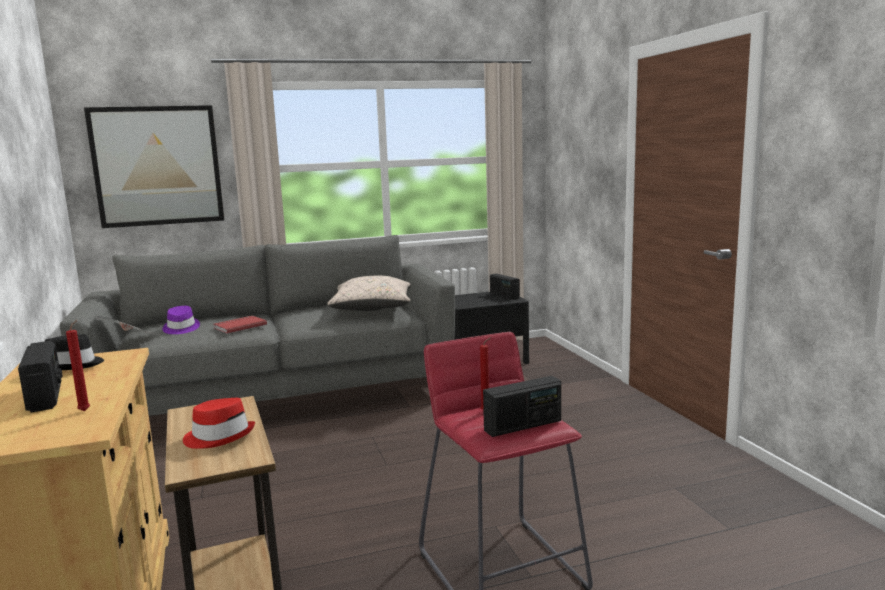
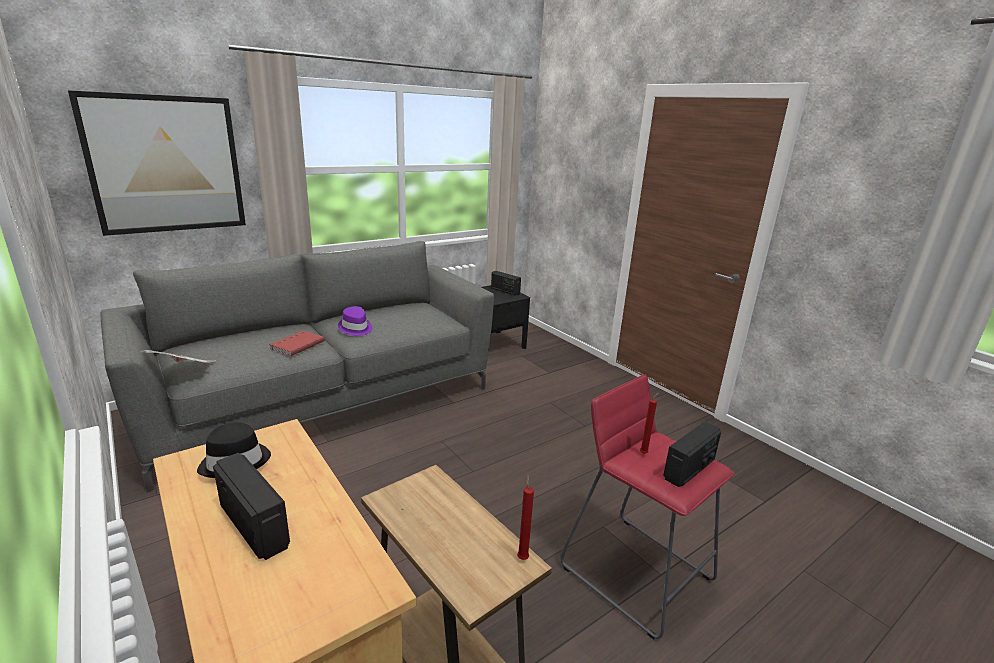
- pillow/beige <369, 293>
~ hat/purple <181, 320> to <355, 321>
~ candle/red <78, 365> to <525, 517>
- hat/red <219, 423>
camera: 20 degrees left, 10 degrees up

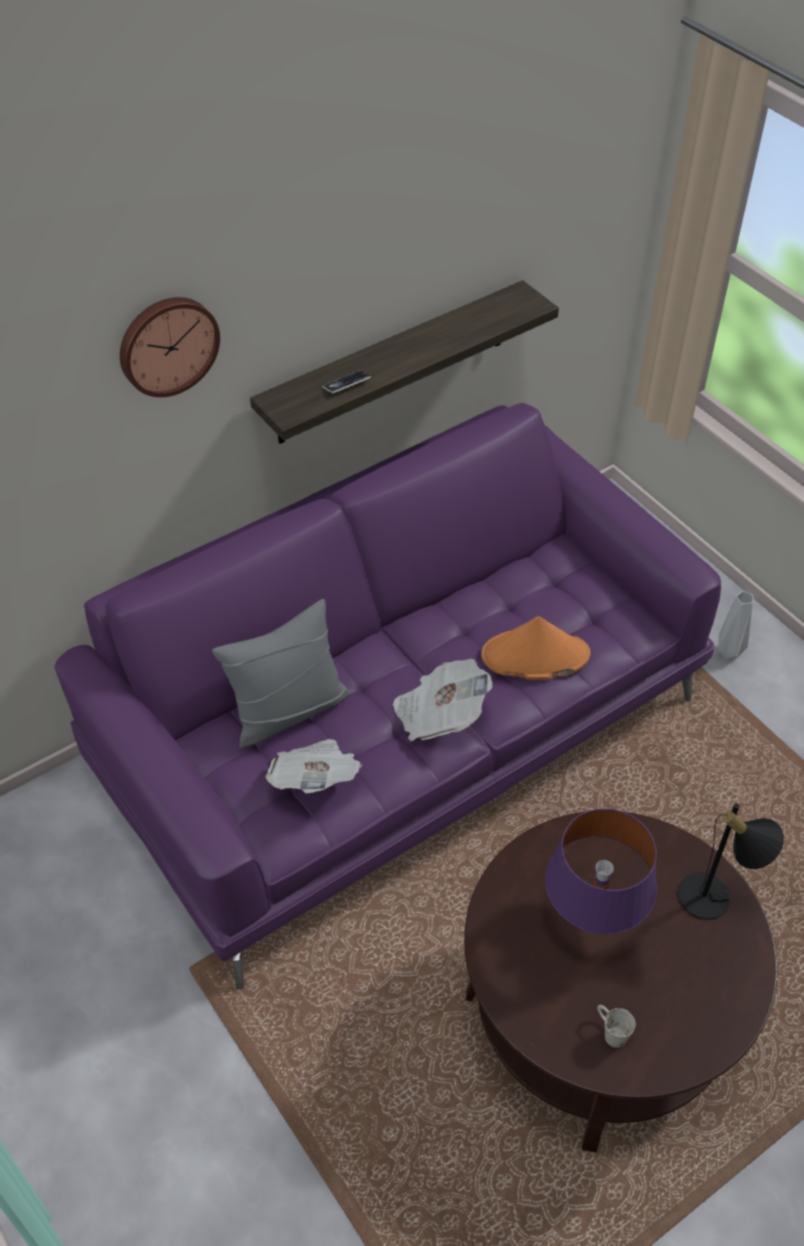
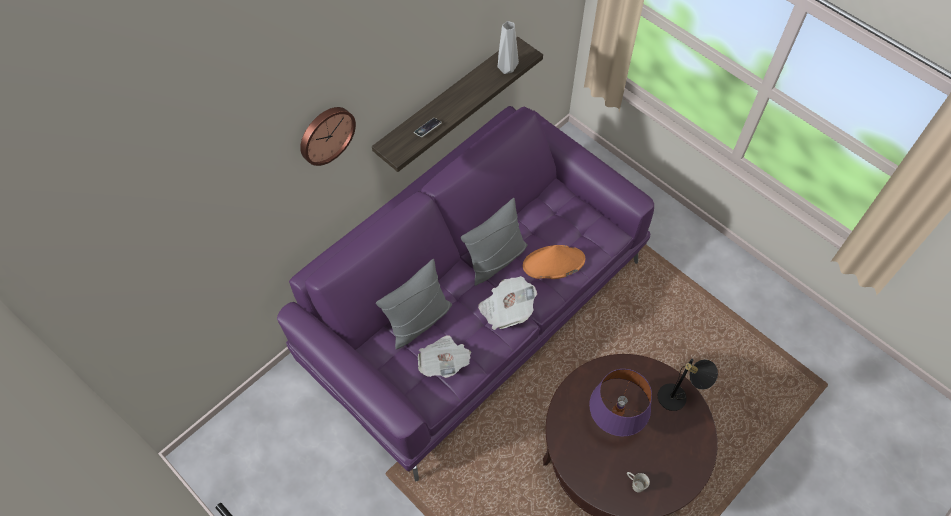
~ vase/grey <735, 625> to <508, 47>
+ pillow/grey <494, 242>
camera: 10 degrees left, 10 degrees up

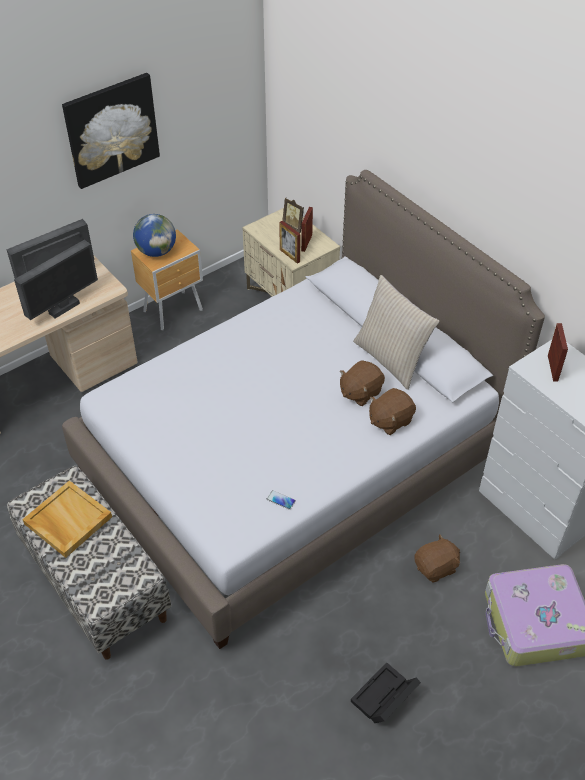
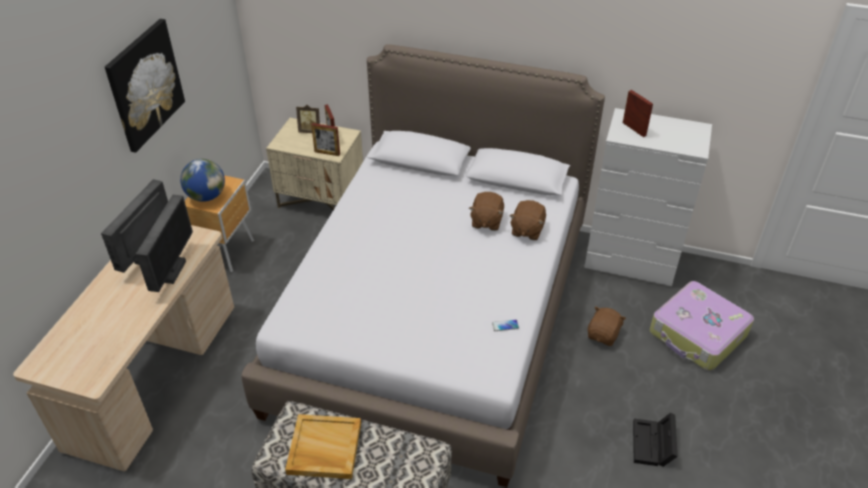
- pillow/beige <396, 332>
camera: 35 degrees left, 5 degrees down

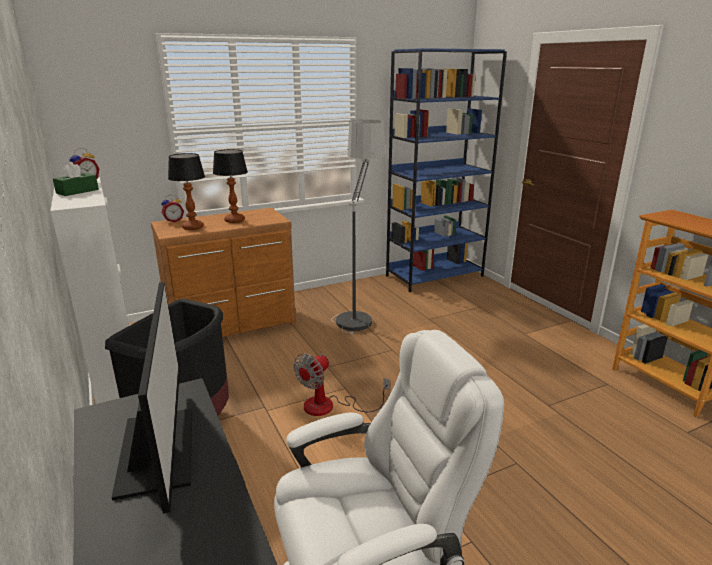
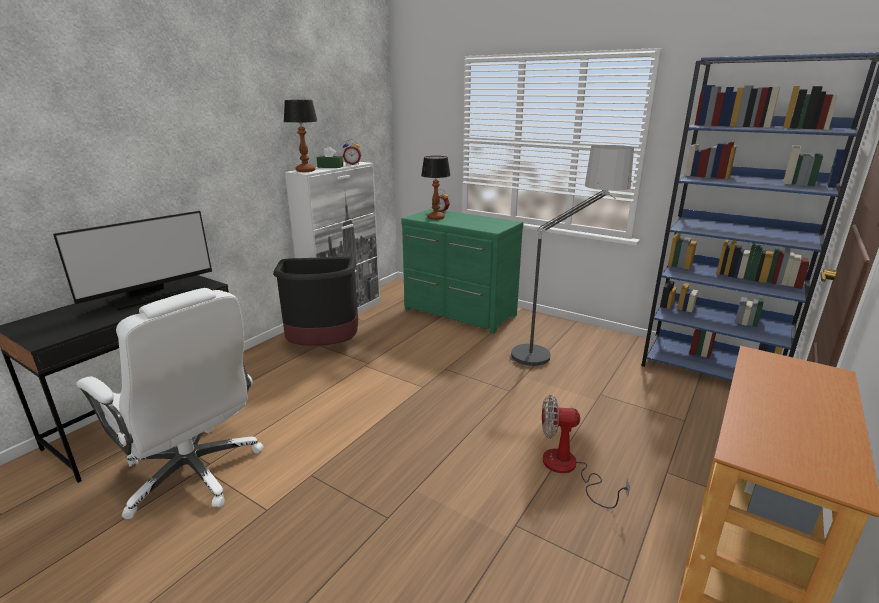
~ table lamp <230, 186> to <300, 136>
~ dresser/brown <223, 272> to dresser/green <462, 271>
~ fan <342, 385> to <586, 452>
camera: 60 degrees right, 0 degrees up

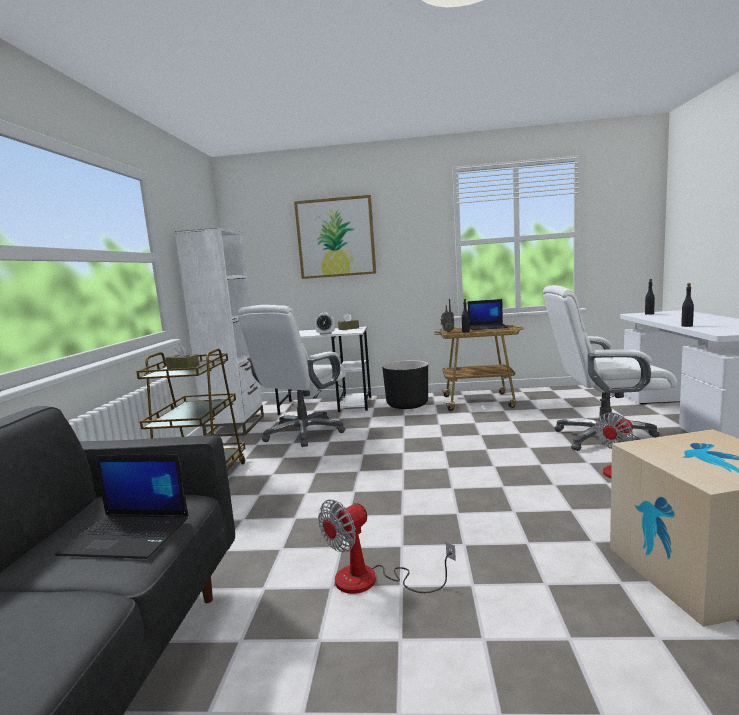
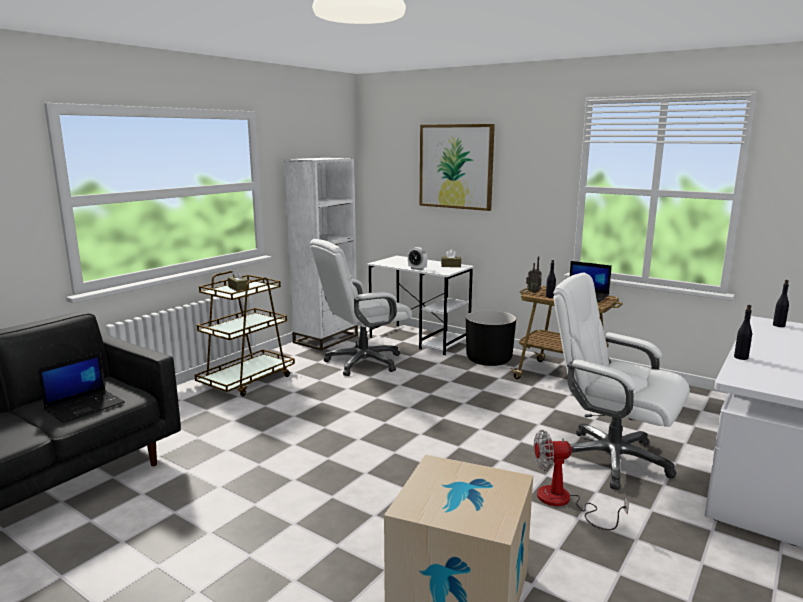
~ laptop <122, 506> = <81, 387> 90 degrees counterclockwise
- fan <387, 546>
camera: 30 degrees right, 5 degrees up

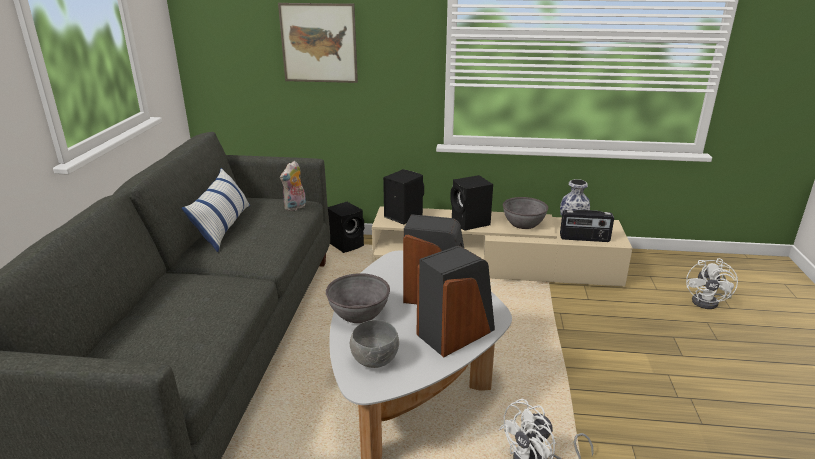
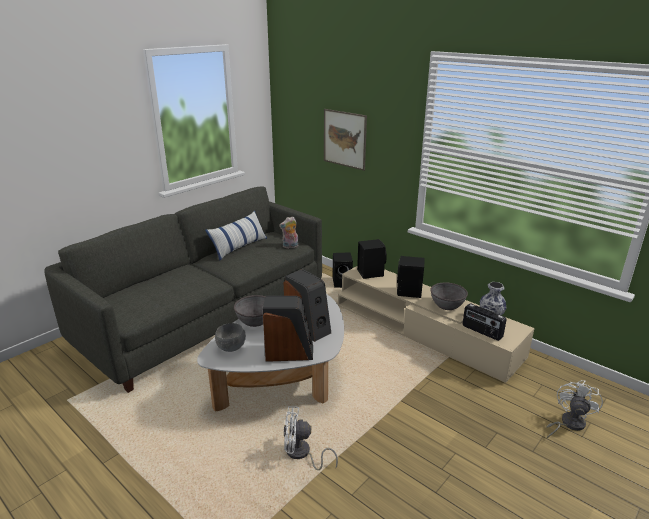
~ fan/white <712, 283> = <574, 409> 150 degrees clockwise
camera: 35 degrees right, 0 degrees up

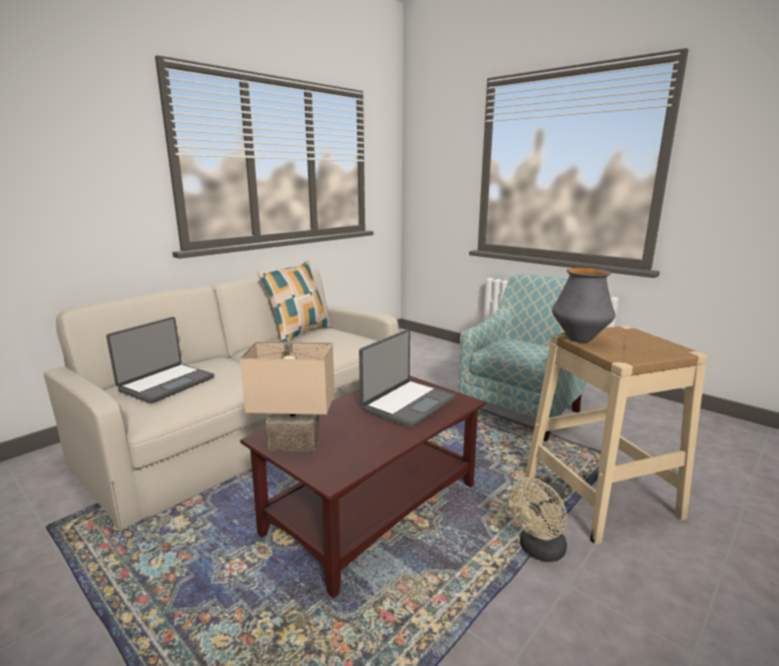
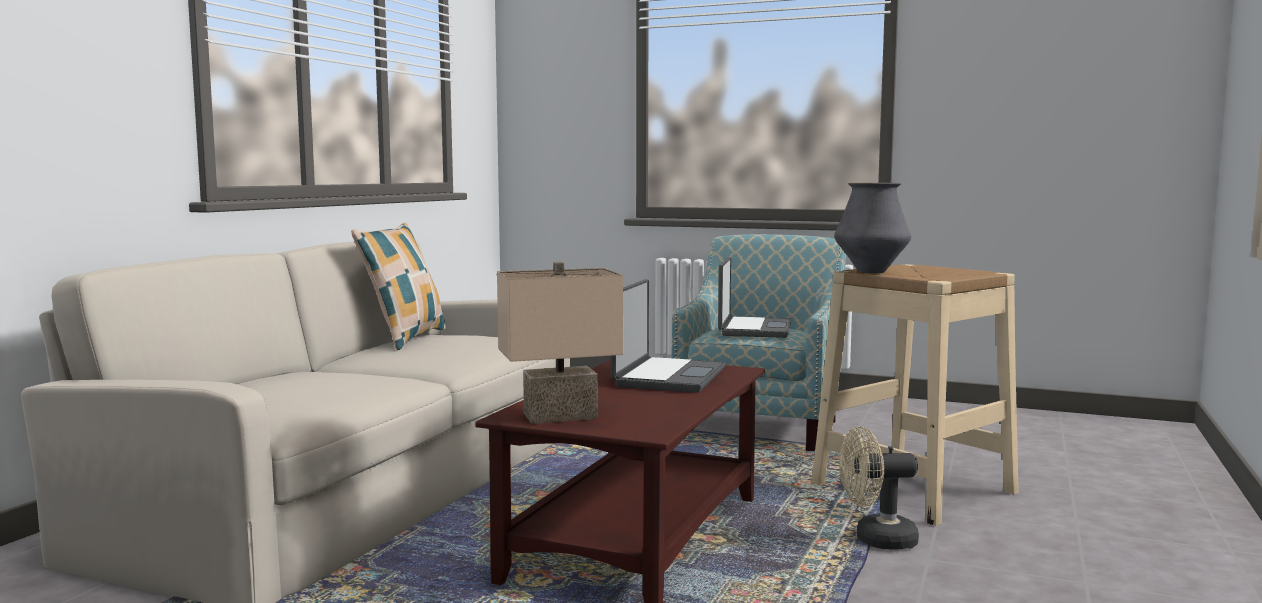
~ laptop <160, 360> to <754, 297>
~ fan/beige <538, 520> = <879, 487> 60 degrees clockwise
camera: 20 degrees left, 10 degrees down

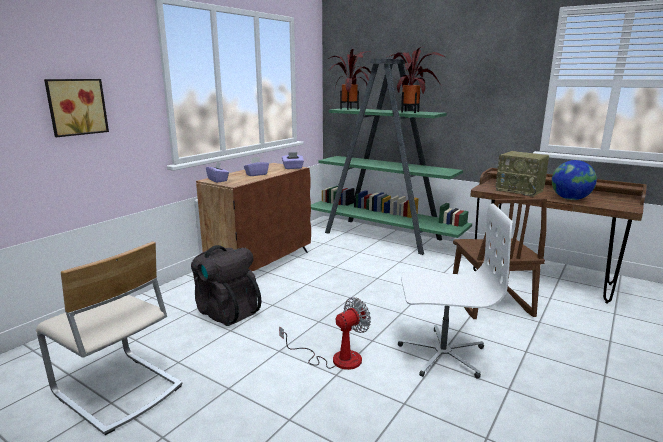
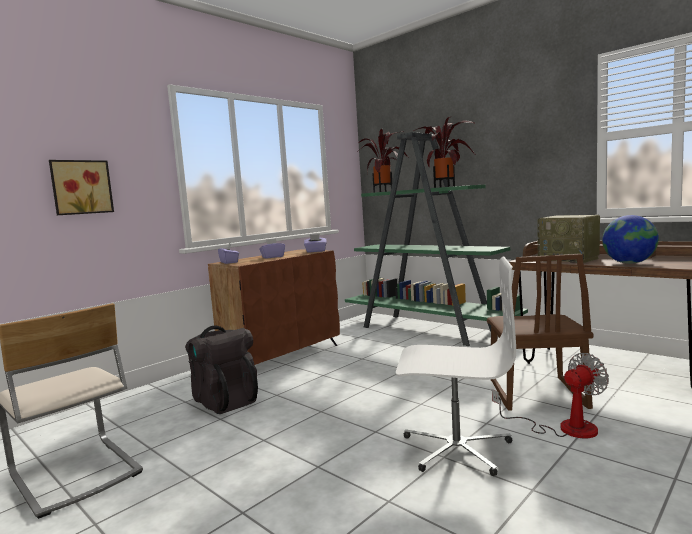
~ fan <325, 333> to <550, 395>
camera: 10 degrees right, 10 degrees down

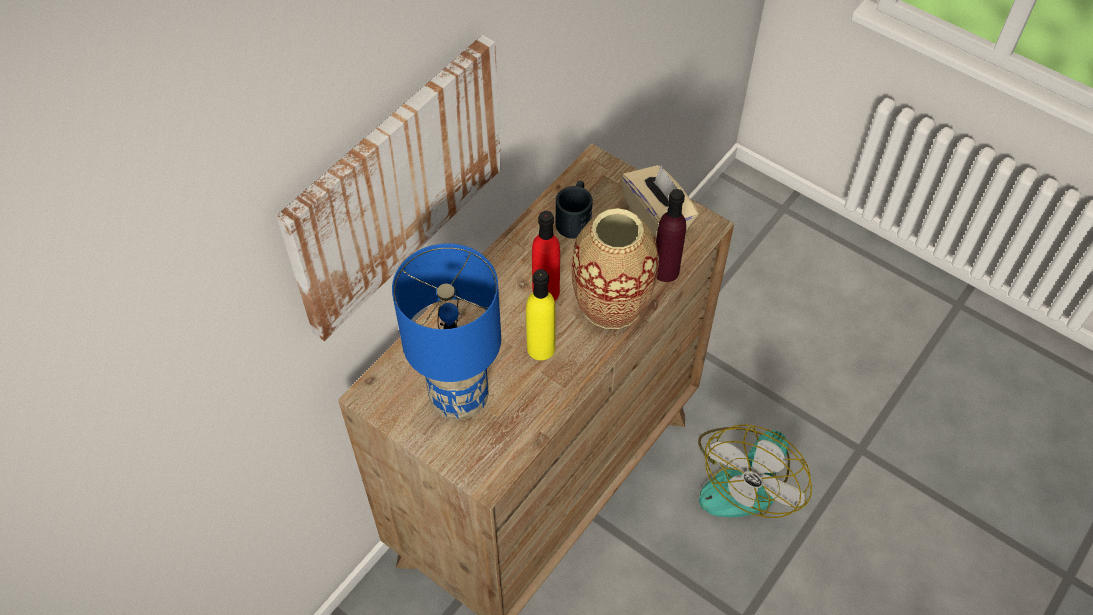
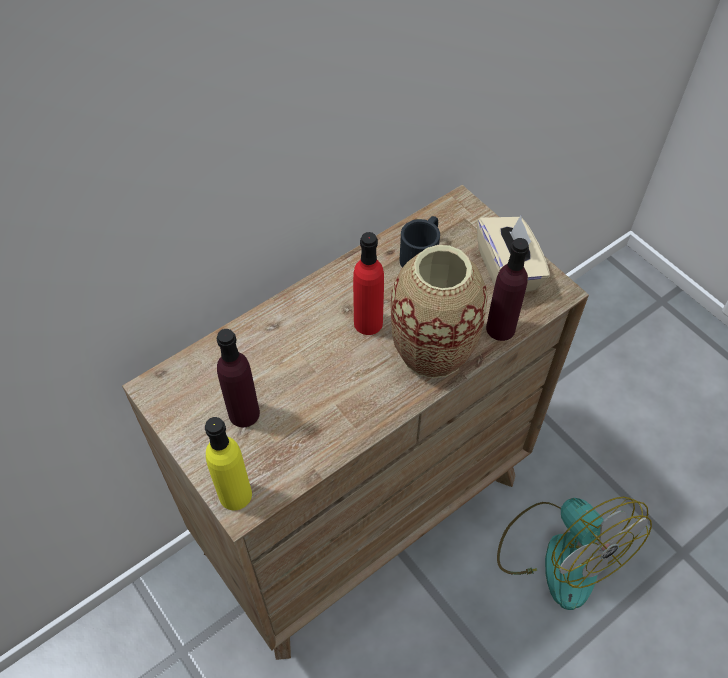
- picture <388, 188>
~ table lamp/blue <446, 331> to bottle/purple <238, 378>
~ bottle/yellow <540, 314> to <228, 463>
~ fan <755, 471> = <574, 553> 75 degrees counterclockwise
camera: 15 degrees right, 0 degrees up

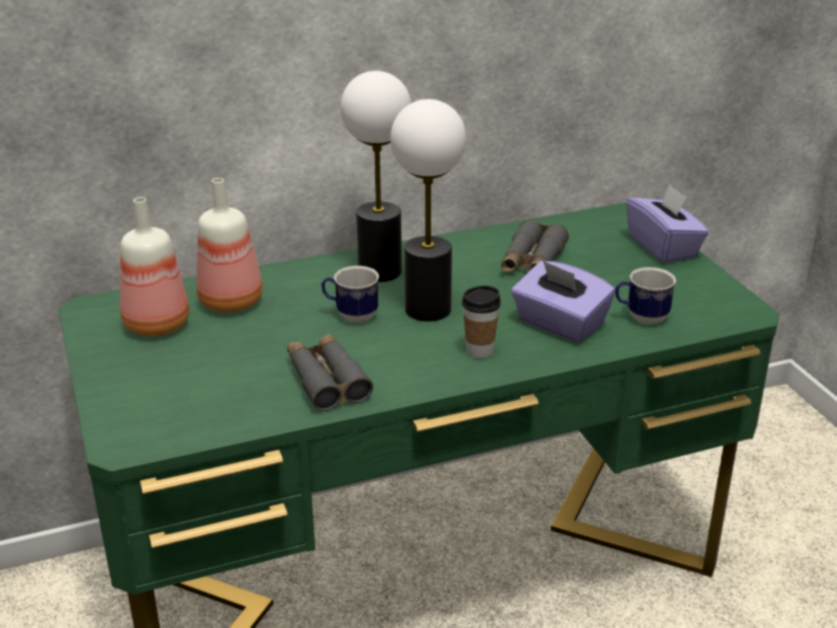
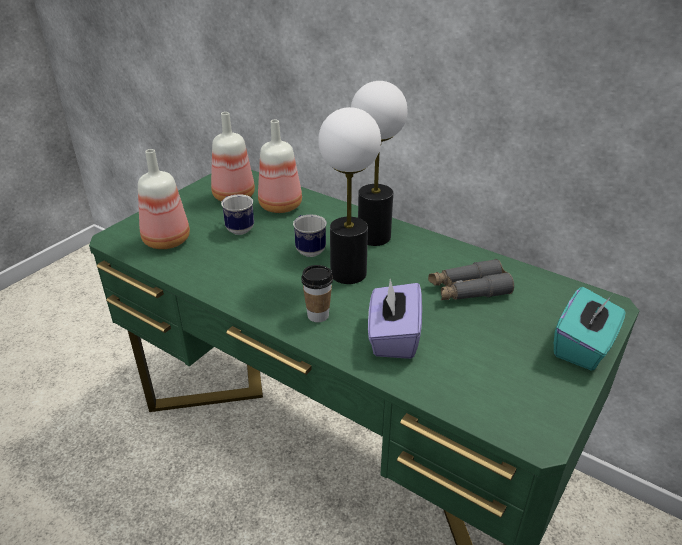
~ tissue box/purple <667, 224> to tissue box/turquoise <590, 329>
~ mug <646, 296> to <237, 214>
- binoculars/grey <330, 372>
+ bottle <164, 199>
camera: 55 degrees right, 5 degrees up

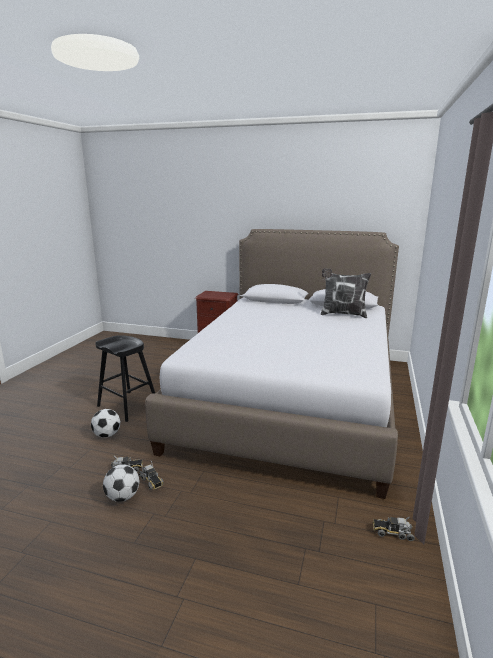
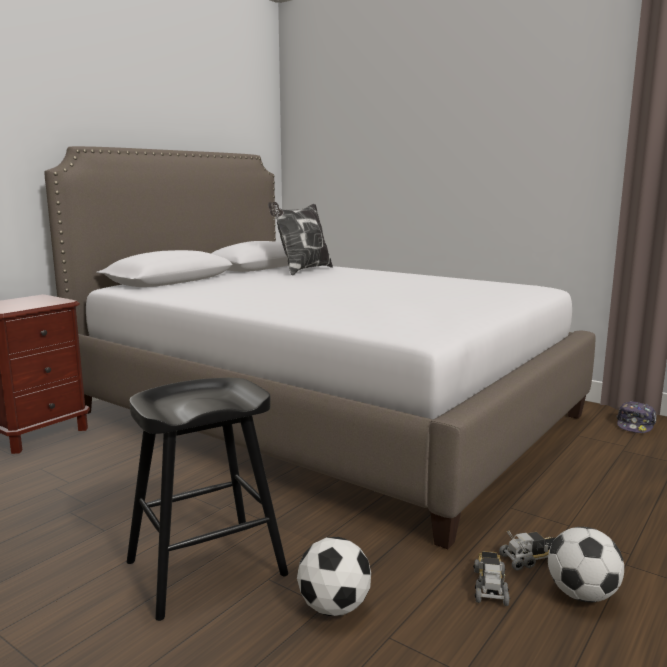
~ toy truck <394, 529> to cap <636, 417>
camera: 70 degrees left, 5 degrees down

